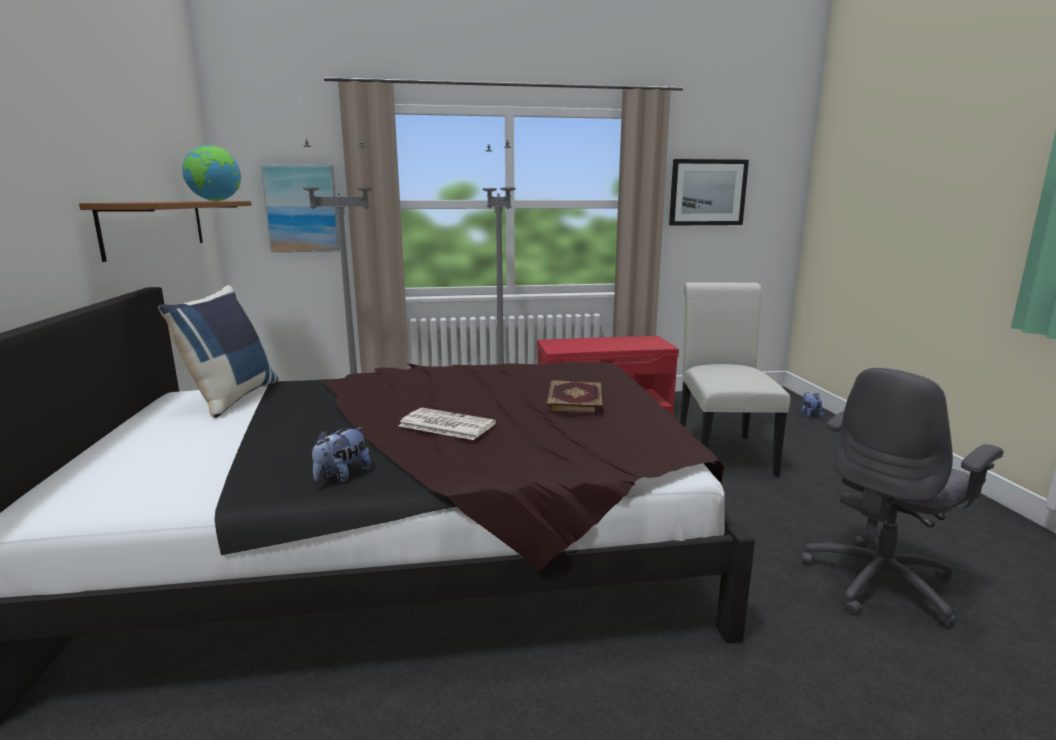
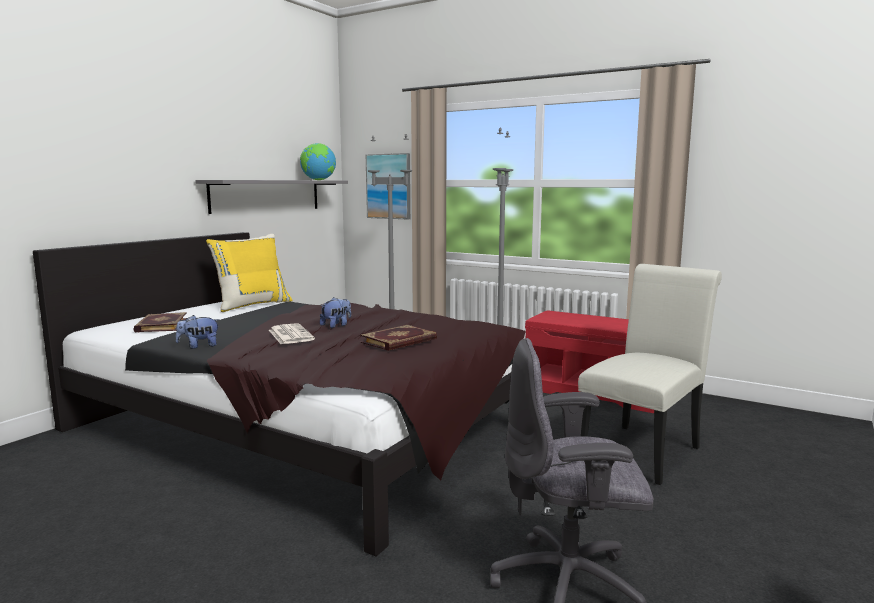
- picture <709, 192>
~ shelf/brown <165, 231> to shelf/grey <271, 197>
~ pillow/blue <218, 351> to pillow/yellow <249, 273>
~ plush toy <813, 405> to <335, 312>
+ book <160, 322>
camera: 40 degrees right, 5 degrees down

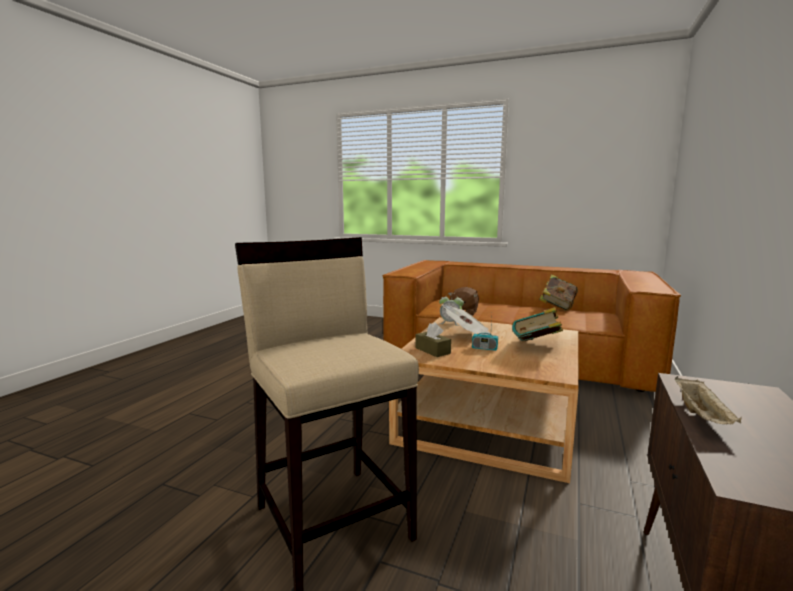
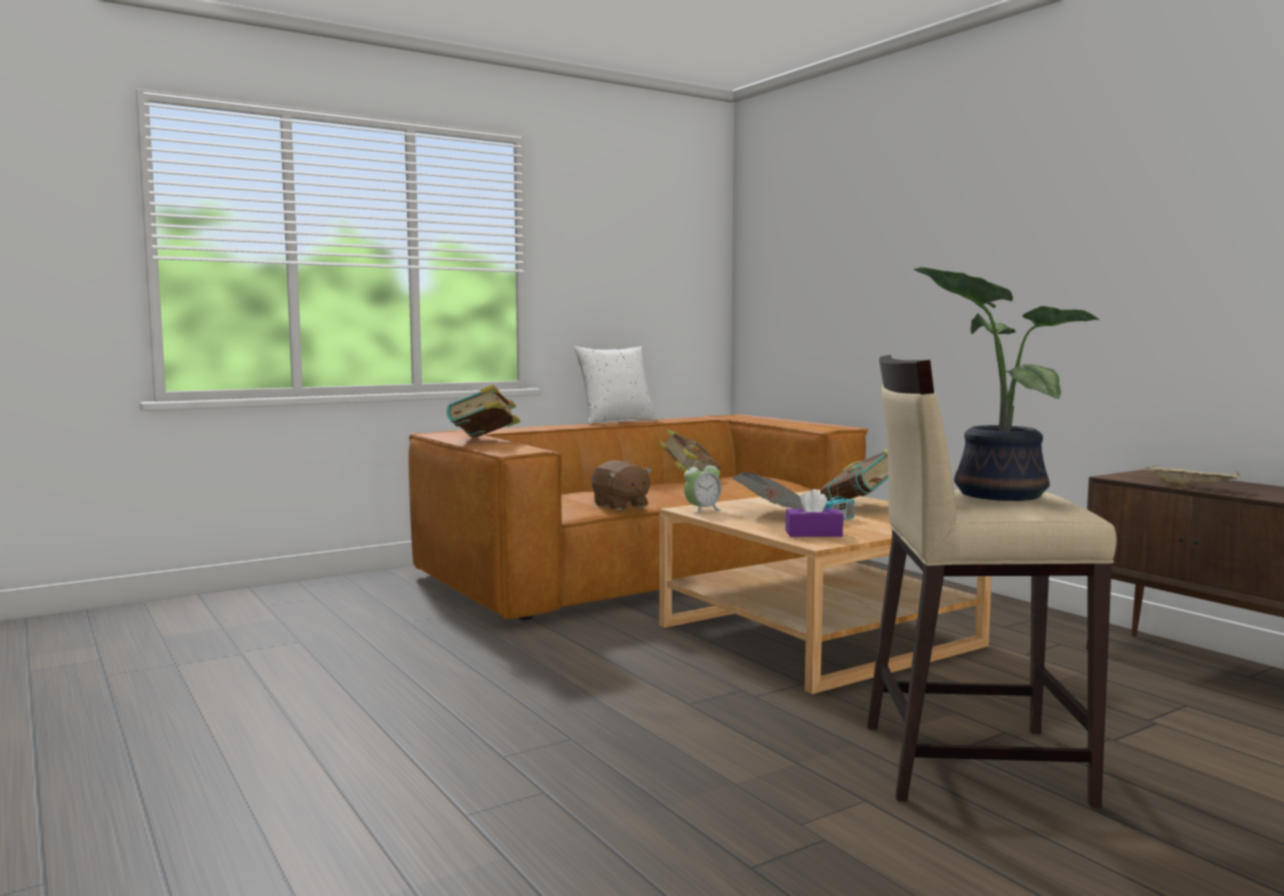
~ tissue box/brown <433, 339> to tissue box/purple <814, 513>
+ potted plant <1007, 384>
+ pillow/white <615, 385>
+ book <483, 411>
camera: 55 degrees left, 5 degrees down

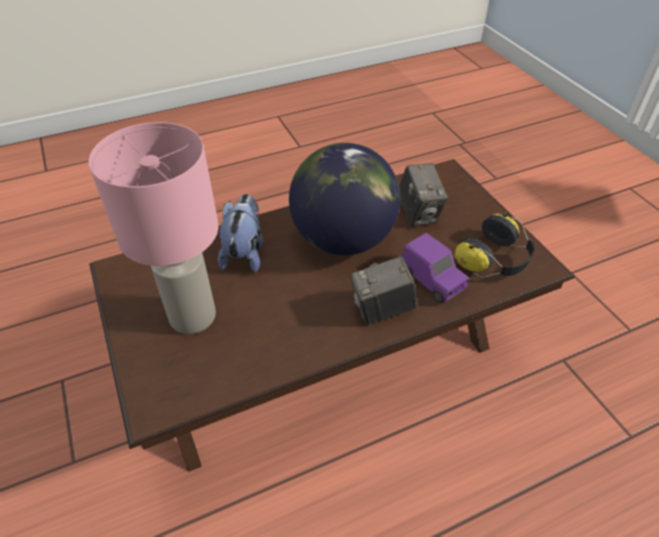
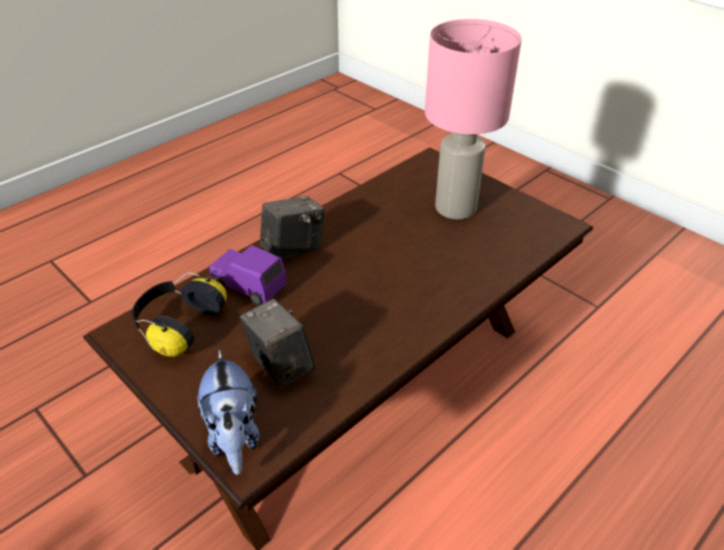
- globe <344, 199>
~ plush toy <240, 233> to <228, 412>
camera: 160 degrees right, 5 degrees down

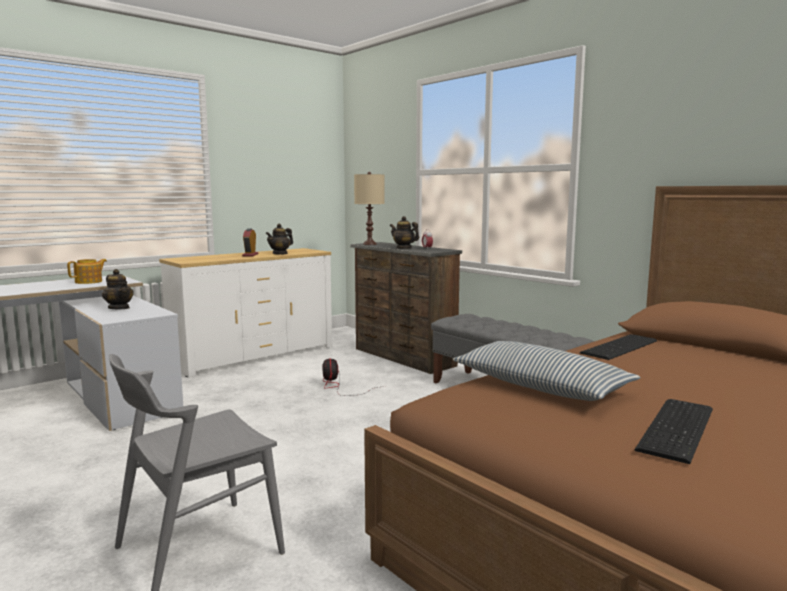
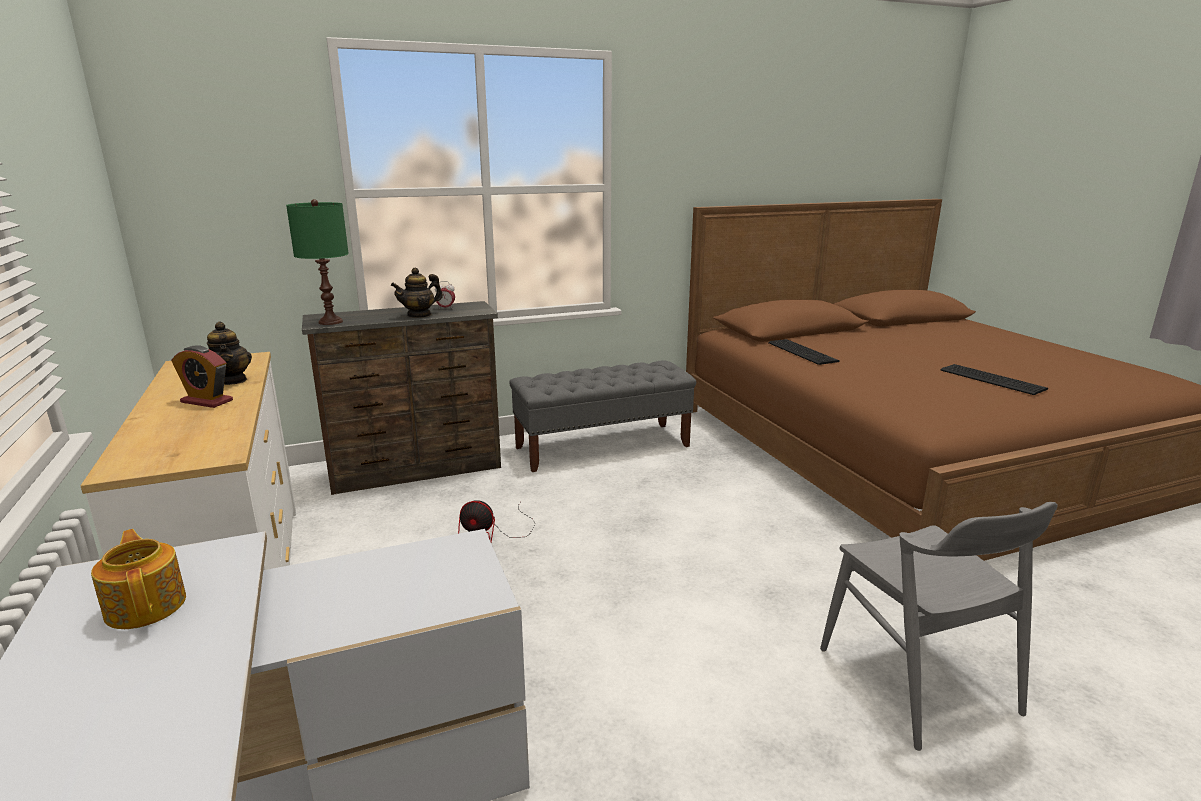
~ table lamp/beige <369, 208> to table lamp/green <317, 262>
- teapot <118, 289>
- pillow <547, 371>
camera: 70 degrees left, 10 degrees up

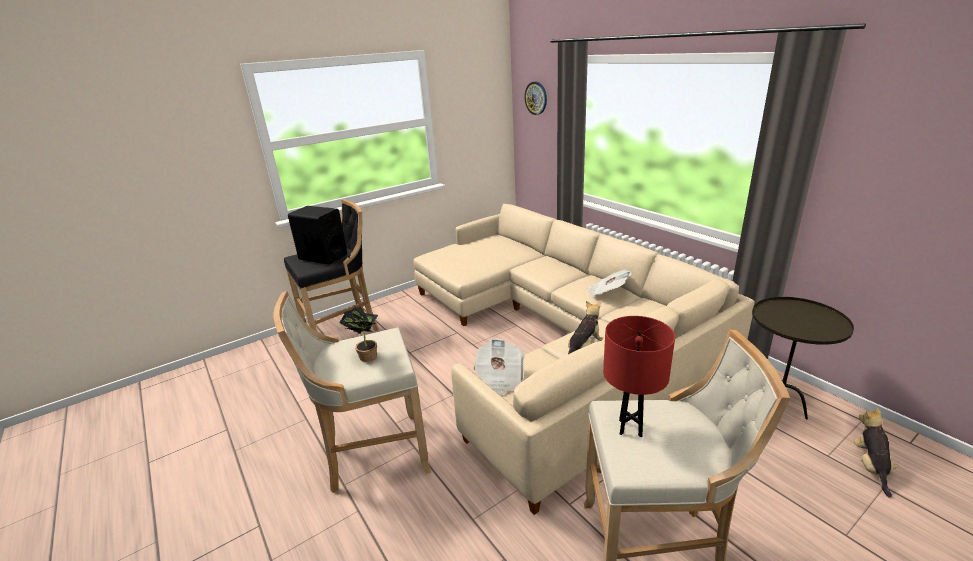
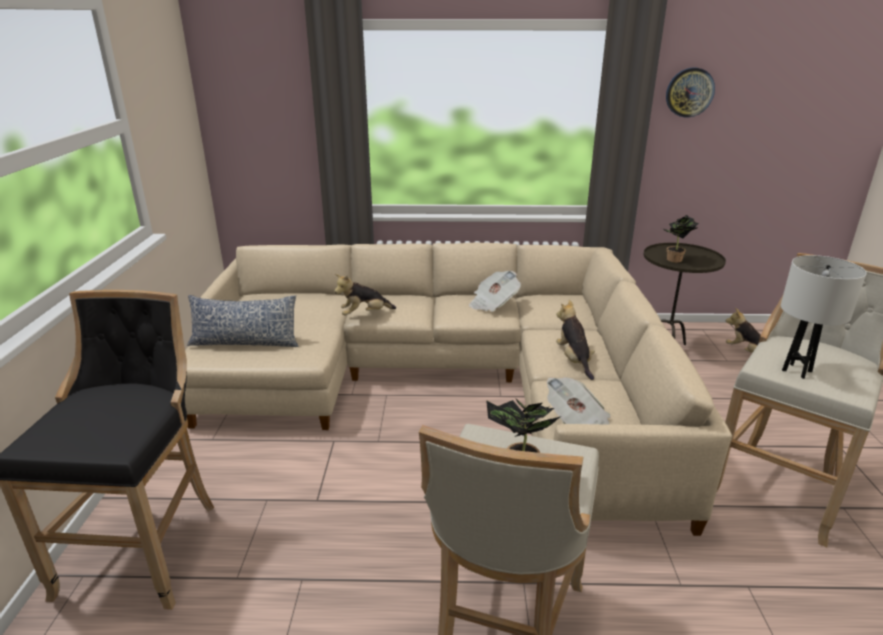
~ wall clock <536, 98> to <690, 92>
- speaker/black <317, 235>
~ table lamp/red <639, 376> to table lamp/white <824, 317>
+ potted plant <680, 239>
+ plush toy <365, 294>
+ pillow <243, 321>
camera: 55 degrees left, 0 degrees up

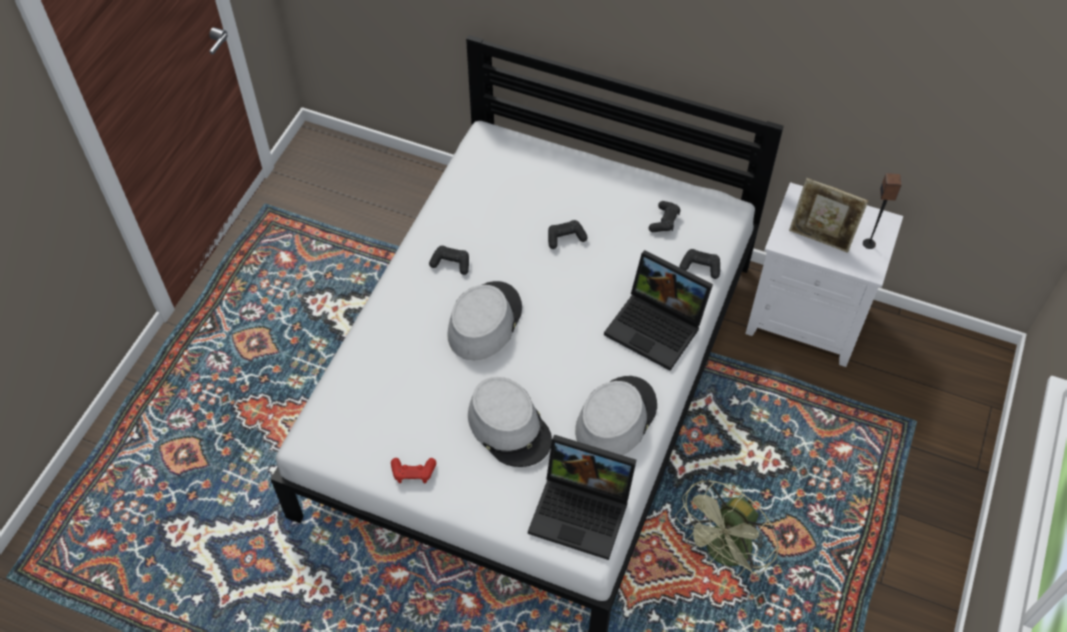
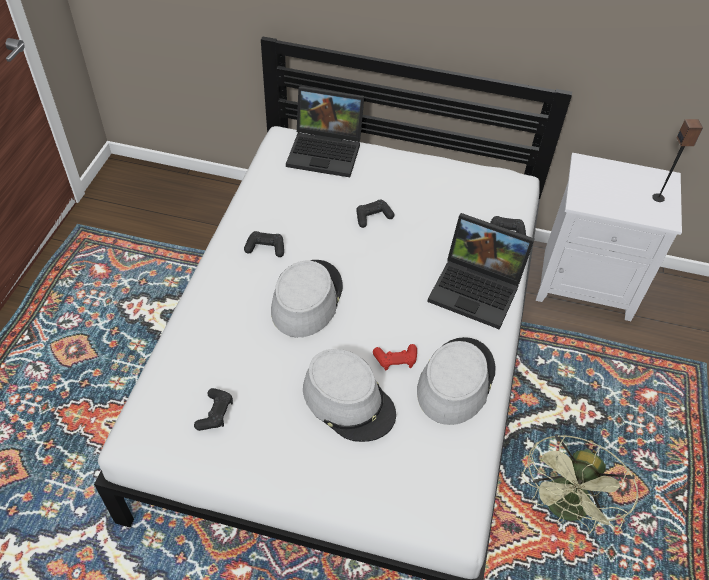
- picture frame <828, 215>
~ game controller/black <664, 216> to <213, 409>
~ laptop <582, 497> to <325, 131>
~ game controller/red <413, 470> to <395, 357>
camera: 10 degrees left, 5 degrees down

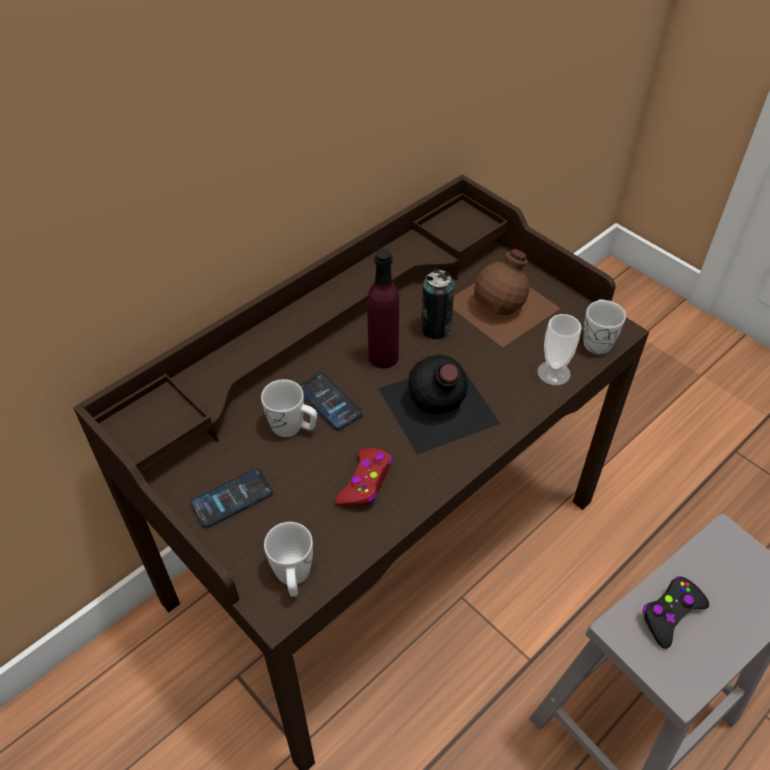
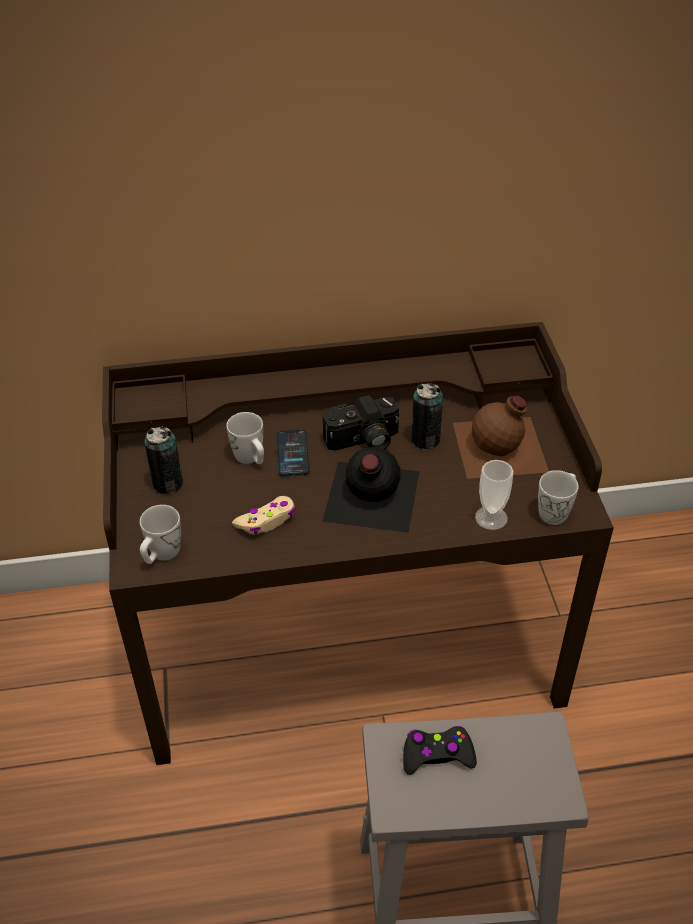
~ bottle/purple <383, 309> to photo camera <360, 422>
~ game controller/red <363, 476> to game controller/beige <263, 515>
~ phone <231, 498> to can <163, 460>
camera: 35 degrees right, 5 degrees down

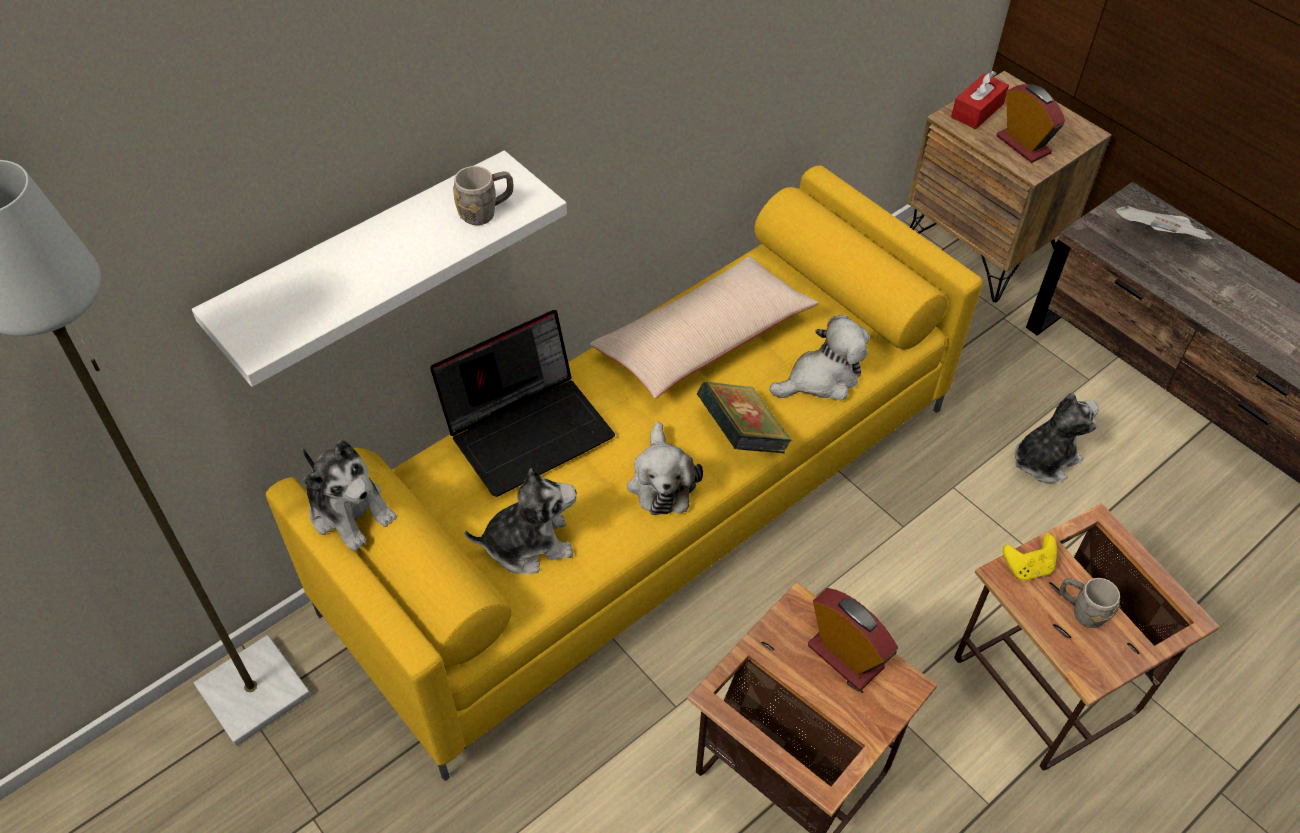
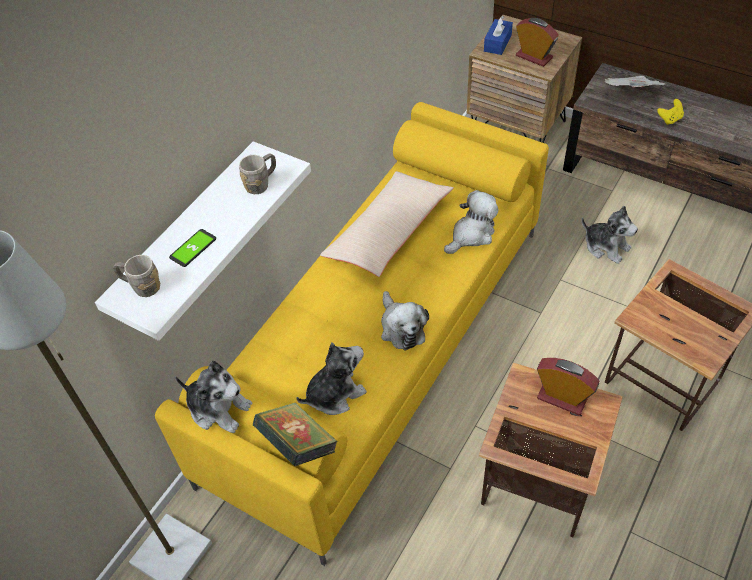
~ tissue box/red <980, 100> to tissue box/blue <498, 35>
- laptop <522, 403>
~ book <744, 417> to <295, 434>
~ plush toy <1056, 438> = <610, 235> 90 degrees clockwise
~ game controller/yellow <1030, 557> to <670, 112>
~ mug/grey <1089, 603> to <136, 276>
+ phone <192, 248>
camera: 15 degrees left, 0 degrees up

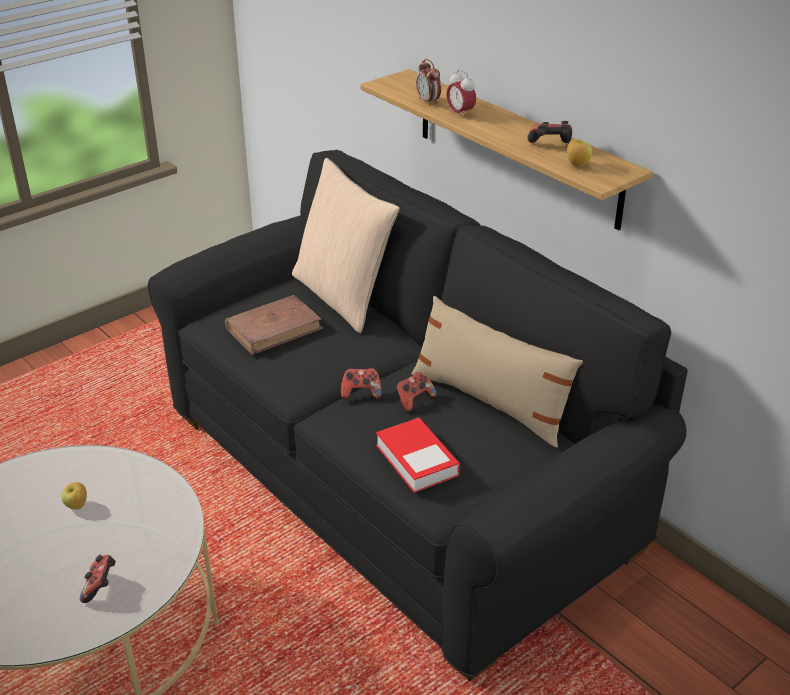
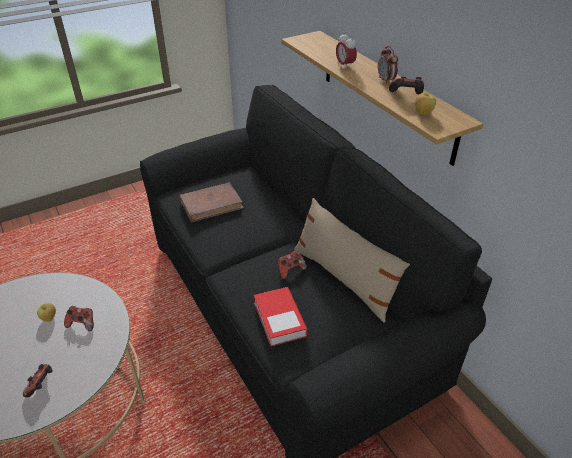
~ alarm clock <428, 82> to <388, 65>
- pillow/beige <346, 245>
~ game controller <361, 383> to <79, 318>
camera: 10 degrees right, 5 degrees up

